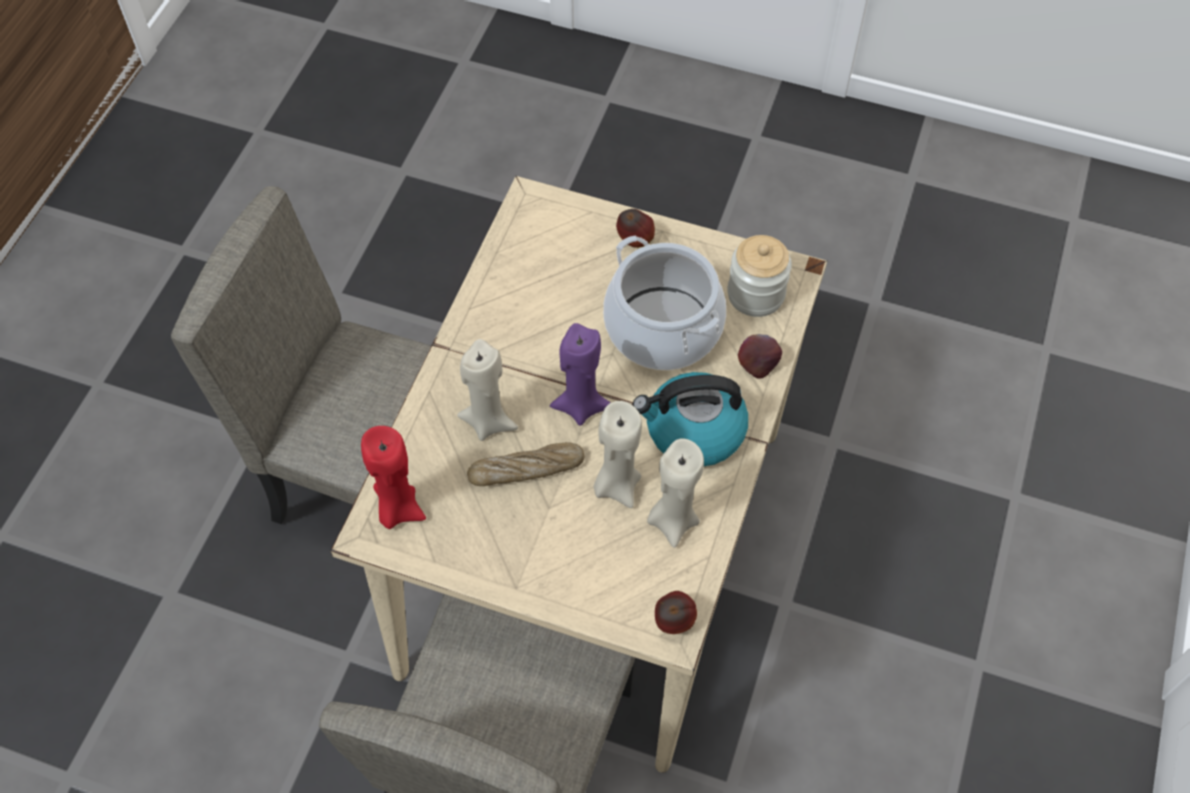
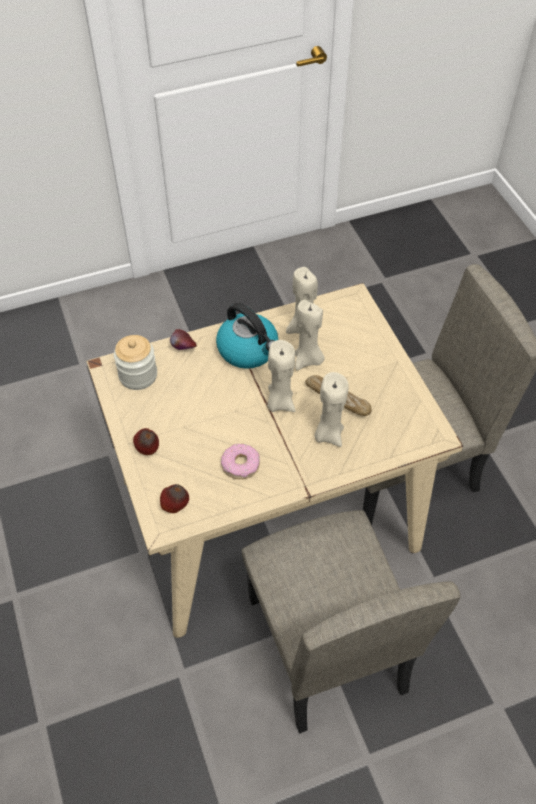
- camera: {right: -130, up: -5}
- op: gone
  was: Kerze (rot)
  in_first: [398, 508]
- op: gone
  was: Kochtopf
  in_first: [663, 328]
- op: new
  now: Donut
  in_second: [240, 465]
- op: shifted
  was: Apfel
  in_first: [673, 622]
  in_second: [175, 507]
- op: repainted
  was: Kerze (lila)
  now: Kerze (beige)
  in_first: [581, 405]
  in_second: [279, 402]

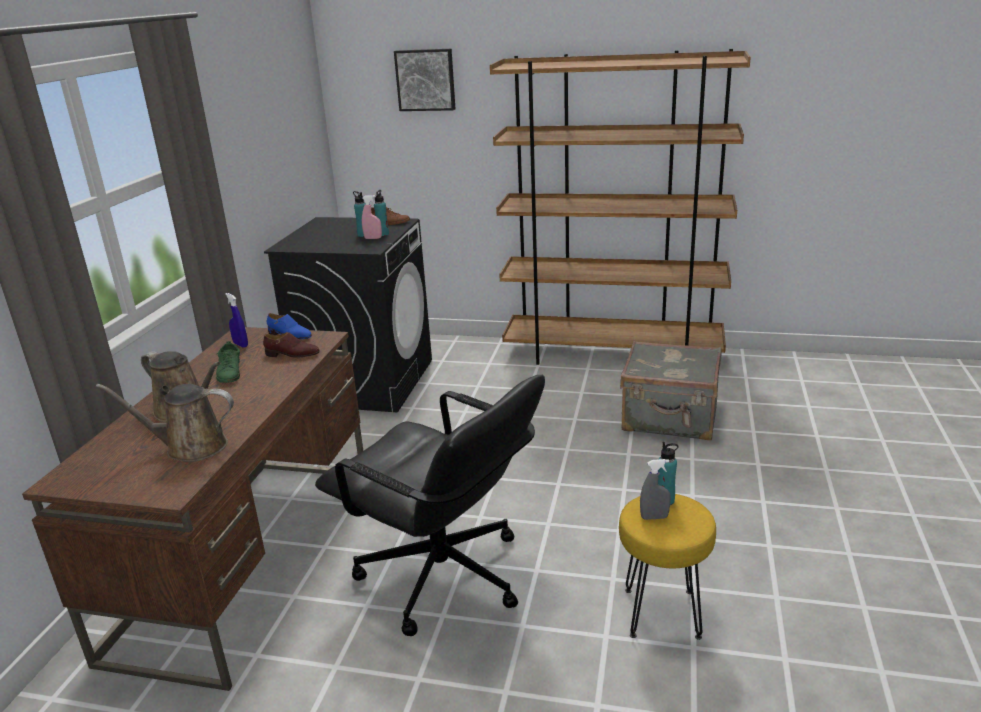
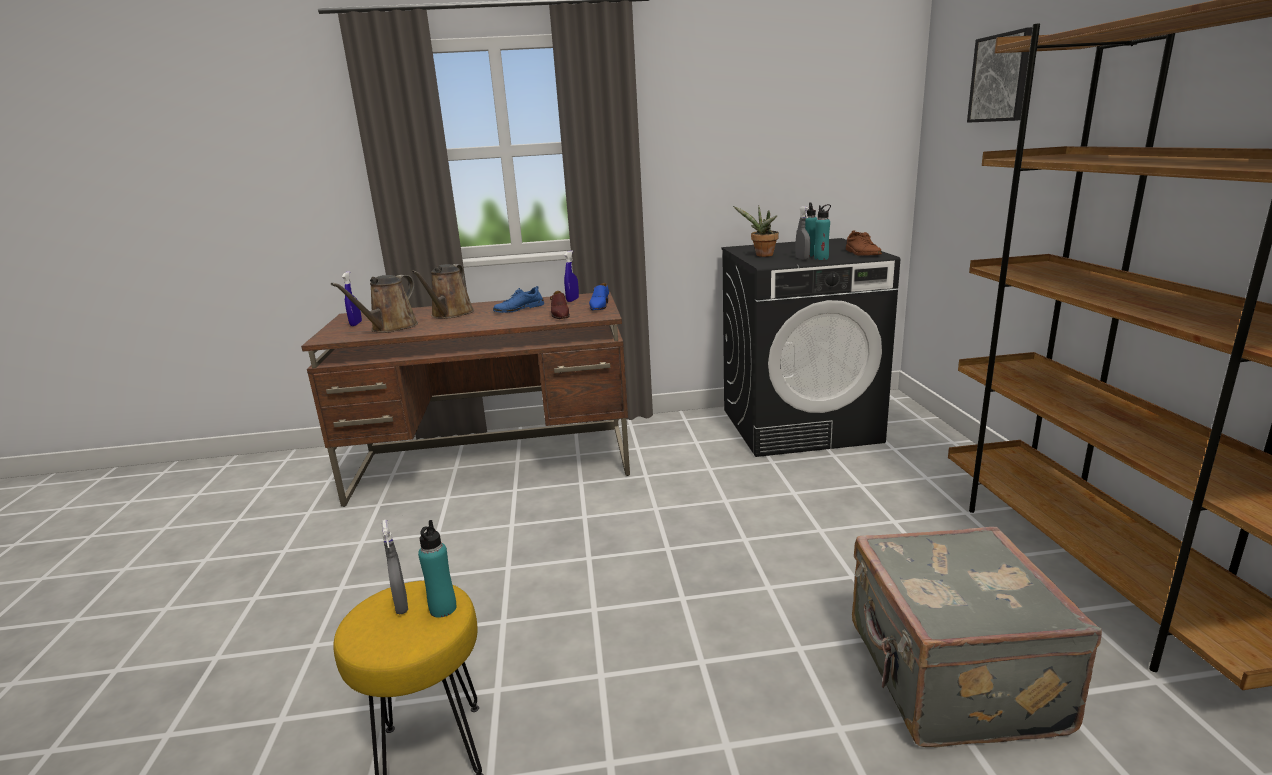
- camera: {right: 70, up: -5}
- op: gone
  was: Bürostuhl (schwarz)
  in_first: [443, 577]
- op: new
  now: Sprühflasche (blau)
  in_second: [356, 324]
- op: new
  now: Topfpflanze
  in_second: [762, 255]
- op: repainted
  was: Schuh (grün)
  now: Schuh (blau)
  in_first: [230, 372]
  in_second: [519, 309]
- op: repainted
  was: Sprühflasche (rosa)
  now: Sprühflasche (grau)
  in_first: [373, 238]
  in_second: [802, 259]
- op: rotated
  was: Gießkanne (braun)
  in_first: [190, 447]
  in_second: [391, 328]
  clockwise: -135

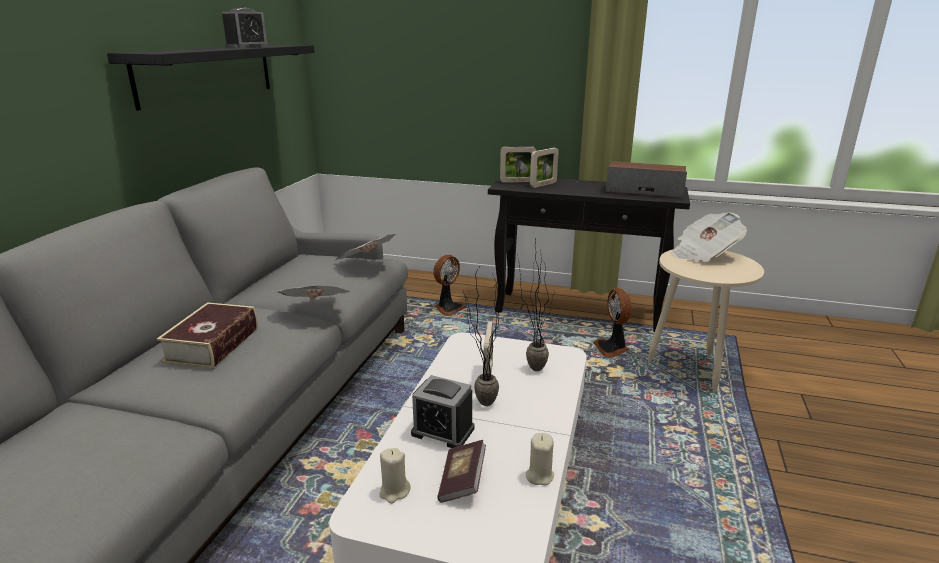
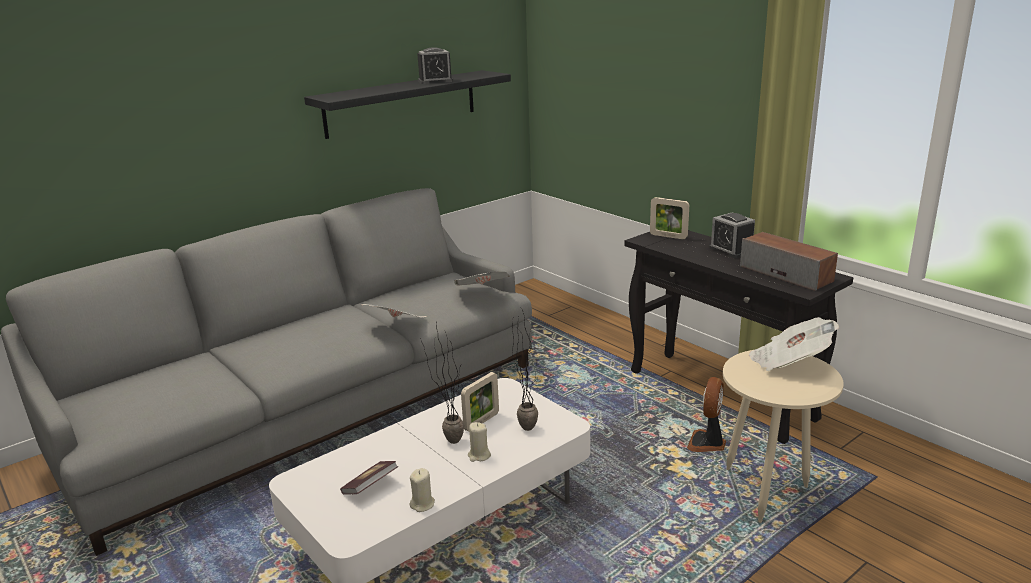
- camera: {right: 35, up: 0}
- op: gone
  was: Buch
  in_first: [213, 344]
- op: gone
  was: Ventilator
  in_first: [448, 308]
- op: gone
  was: Bilderrahmen
  in_first: [543, 185]
- op: shifted
  was: Kerze (beige)
  in_first: [394, 491]
  in_second: [479, 455]
- op: shifted
  was: Wecker
  in_first: [443, 431]
  in_second: [731, 250]

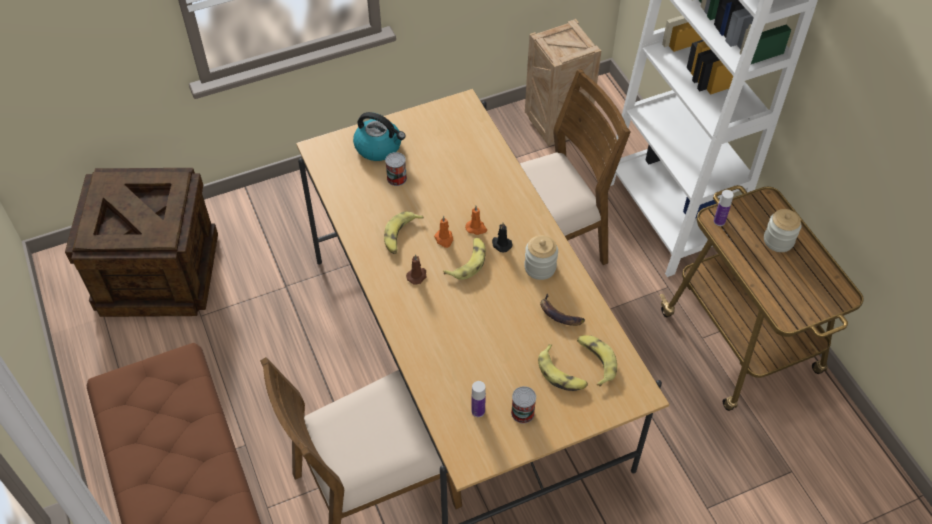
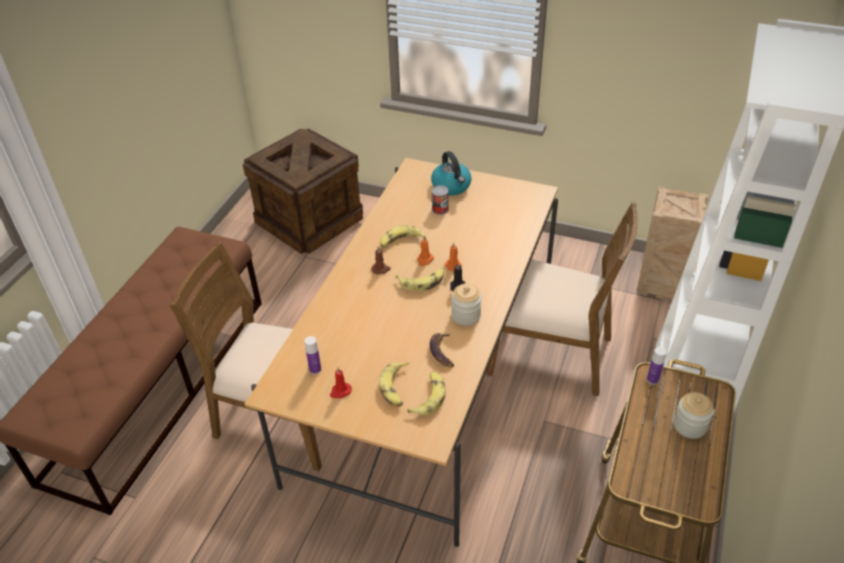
- camera: {right: 45, up: -10}
- op: swapped
  was: Dose
  now: Kerze (rot)
  in_first: [522, 413]
  in_second: [340, 391]

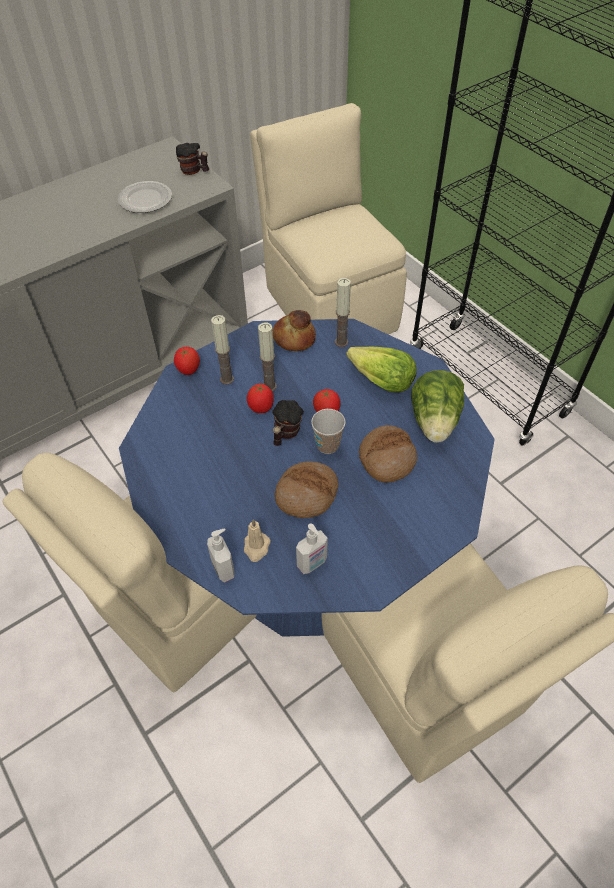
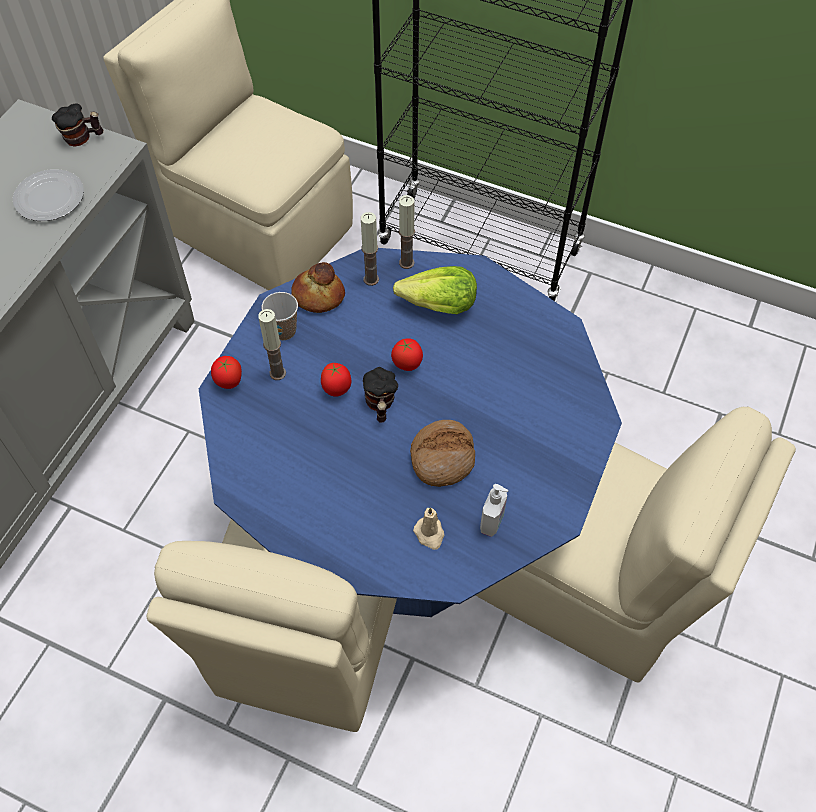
- camera: {right: -30, up: 5}
- op: gone
  was: Seifenspender
  in_first: [224, 568]
- op: gone
  was: Brot
  in_first: [386, 458]
- op: gone
  was: Salatkopf
  in_first: [435, 422]
- op: shifted
  was: Kerze
  in_first: [269, 386]
  in_second: [406, 262]
- op: shifted
  was: Tasse
  in_first: [327, 445]
  in_second: [284, 331]

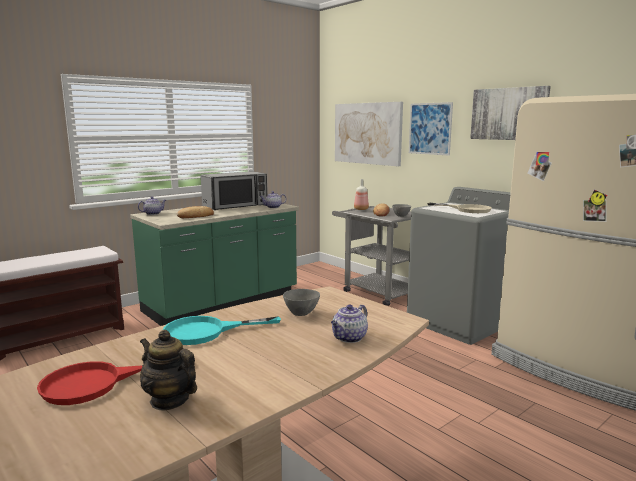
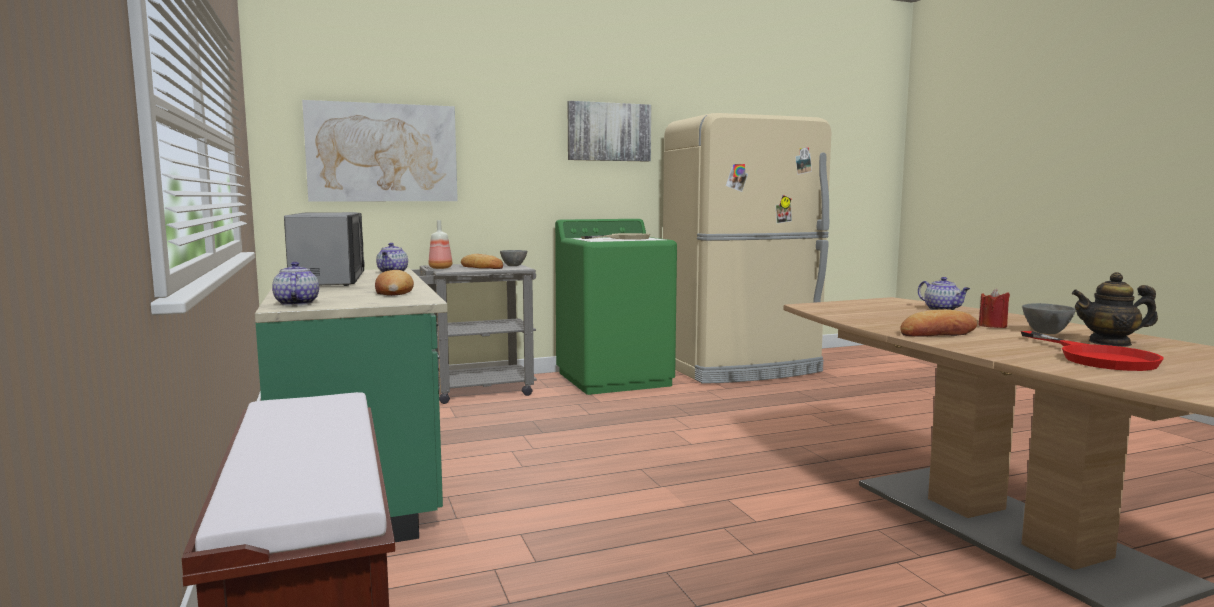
- camera: {right: -70, up: -5}
- op: gone
  was: Bild
  in_first: [430, 128]
- op: new
  now: Kerze (rot)
  in_second: [992, 326]
- op: shifted
  was: Schüssel (grau)
  in_first: [301, 313]
  in_second: [1045, 332]
- op: swapped
  was: Pfanne (türkis)
  now: Brot
  in_first: [206, 331]
  in_second: [938, 333]
- op: repainted
  was: Waschmaschine (grau)
  now: Waschmaschine (grün)
  in_first: [460, 322]
  in_second: [614, 379]
- op: rotated
  was: Teekanne
  in_first: [169, 400]
  in_second: [1110, 343]
  clockwise: 45

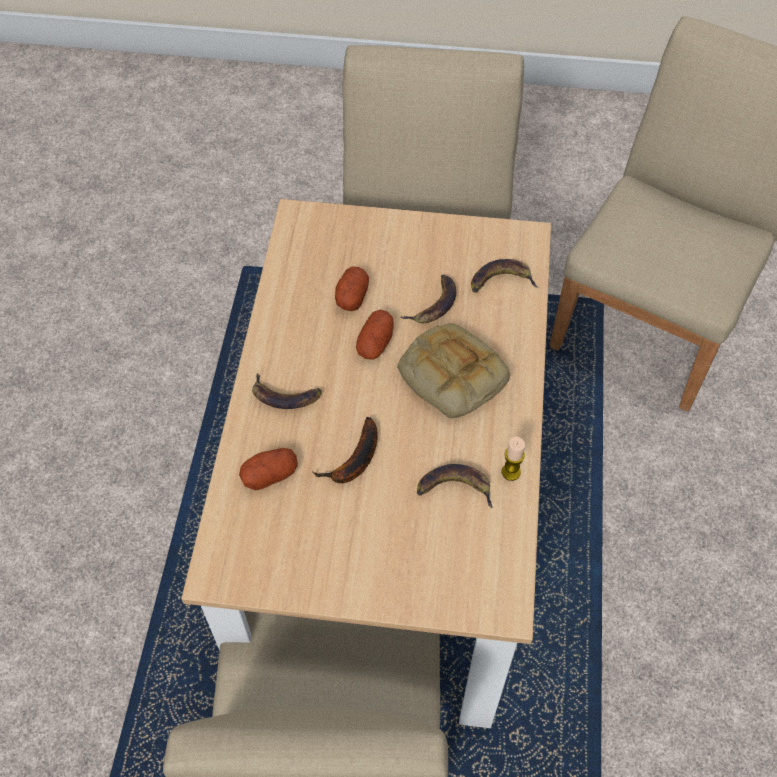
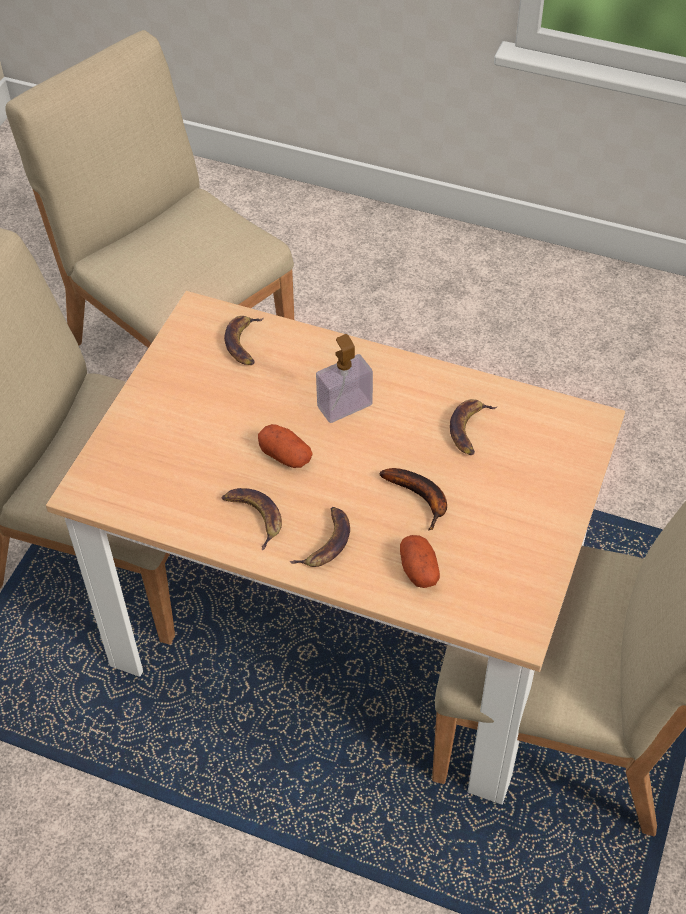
- camera: {right: -75, up: -5}
- op: gone
  was: Kartoffel
  in_first: [352, 296]
- op: gone
  was: Kerze
  in_first: [511, 472]
- op: shifted
  was: Banane
  in_first: [434, 304]
  in_second: [254, 516]
- op: swapped
  was: Brot
  now: Seifenspender
  in_first: [450, 376]
  in_second: [344, 406]

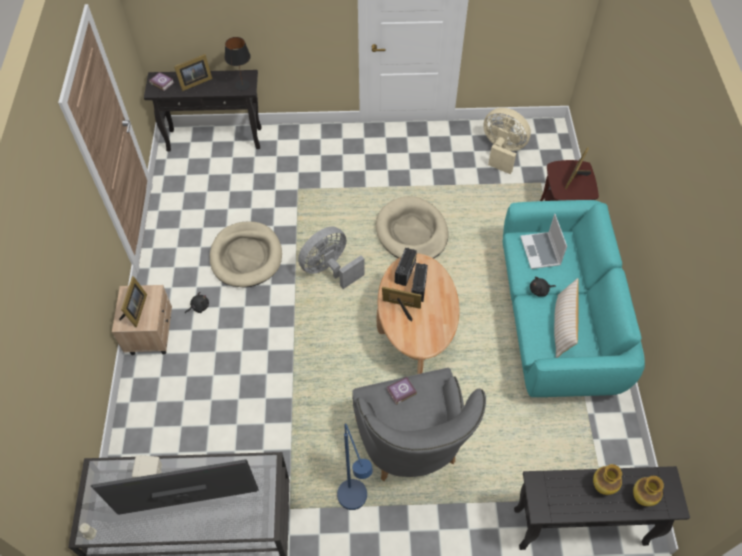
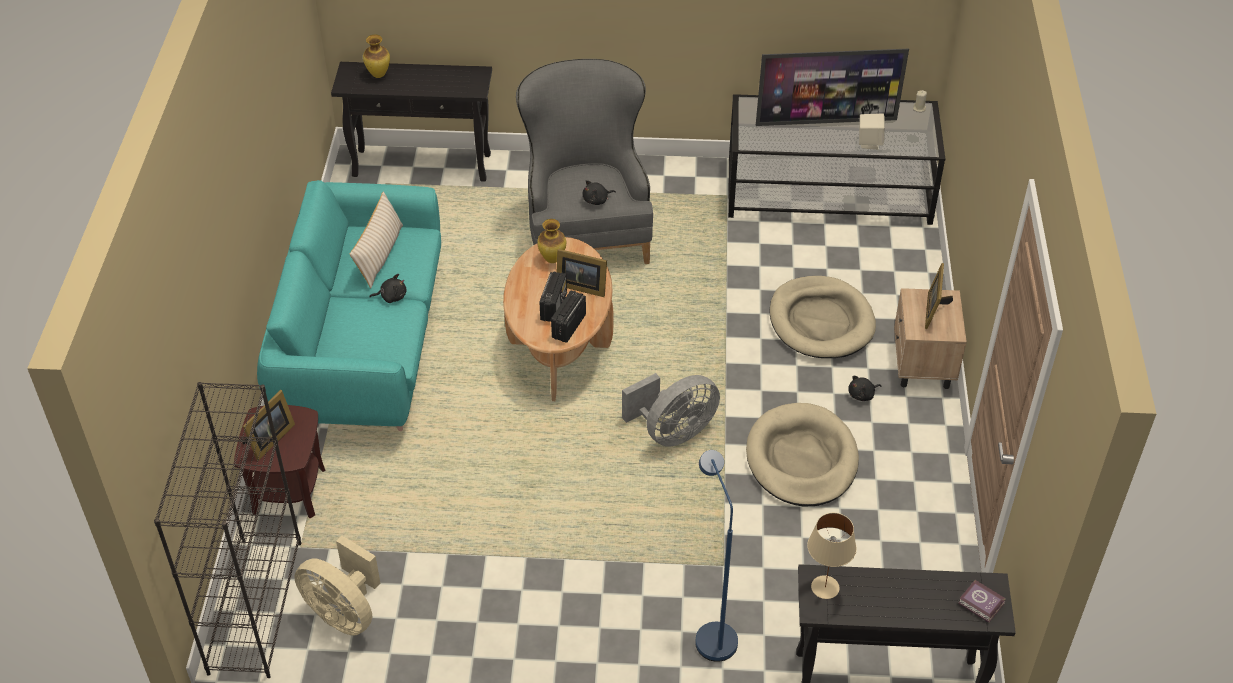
- camera: {right: -175, up: -10}
- op: gone
  was: Bilderrahmen
  in_first: [194, 82]
- op: gone
  was: Laptop
  in_first: [541, 251]
- op: new
  now: Bücherregal (schwarz)
  in_second: [255, 605]
- op: shifted
  was: Stehlampe (blau)
  in_first: [355, 503]
  in_second: [712, 633]
- op: shifted
  was: Hundebett (beige)
  in_first: [411, 232]
  in_second: [821, 321]
- op: shifted
  was: Vase
  in_first: [601, 487]
  in_second: [553, 259]
- op: swapped
  was: Buch
  now: Plüschtier (schwarz)
  in_first: [400, 391]
  in_second: [597, 200]
- op: repainted
  was: Tischlampe (schwarz)
  now: Tischlampe (beige)
  in_first: [242, 85]
  in_second: [825, 587]

